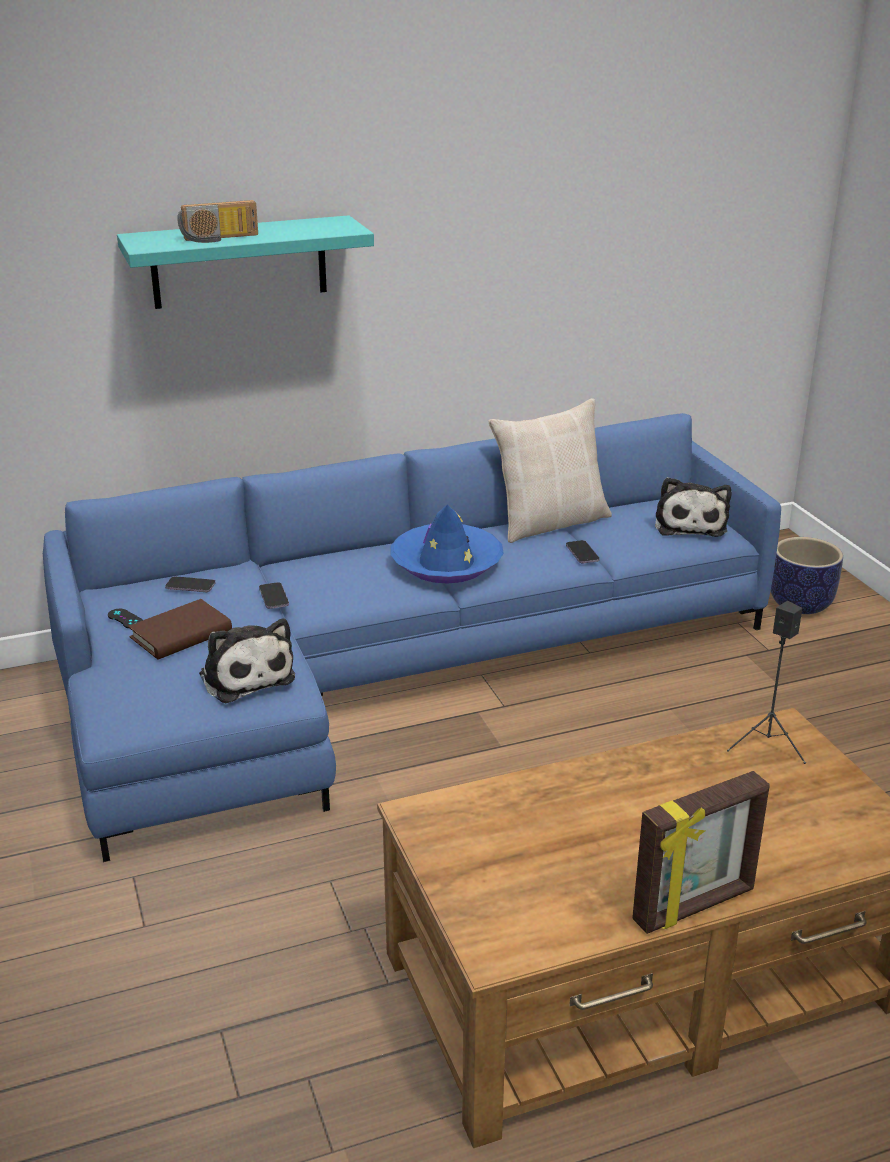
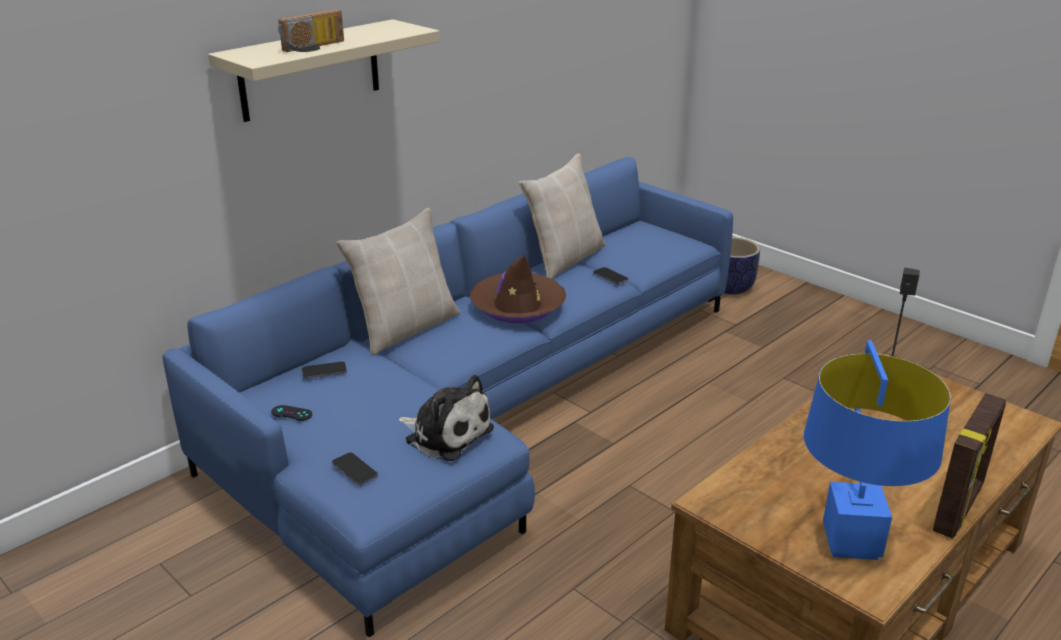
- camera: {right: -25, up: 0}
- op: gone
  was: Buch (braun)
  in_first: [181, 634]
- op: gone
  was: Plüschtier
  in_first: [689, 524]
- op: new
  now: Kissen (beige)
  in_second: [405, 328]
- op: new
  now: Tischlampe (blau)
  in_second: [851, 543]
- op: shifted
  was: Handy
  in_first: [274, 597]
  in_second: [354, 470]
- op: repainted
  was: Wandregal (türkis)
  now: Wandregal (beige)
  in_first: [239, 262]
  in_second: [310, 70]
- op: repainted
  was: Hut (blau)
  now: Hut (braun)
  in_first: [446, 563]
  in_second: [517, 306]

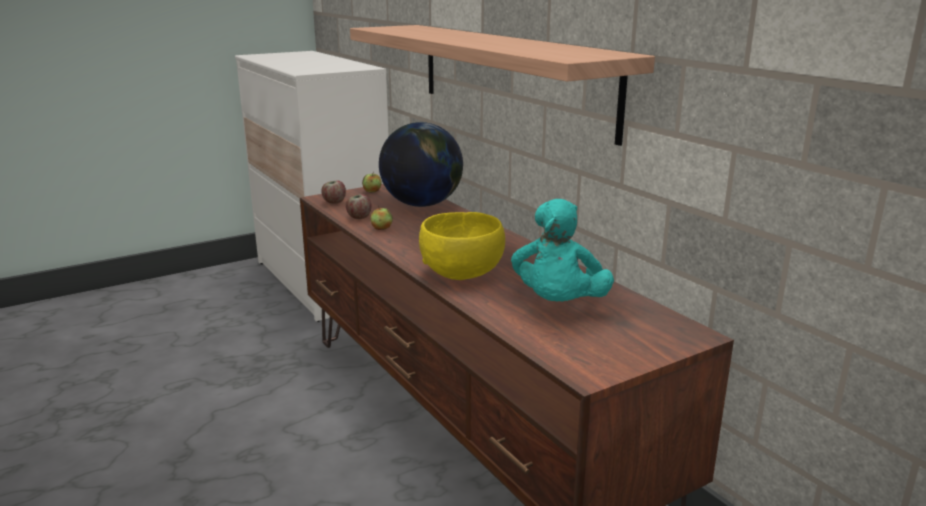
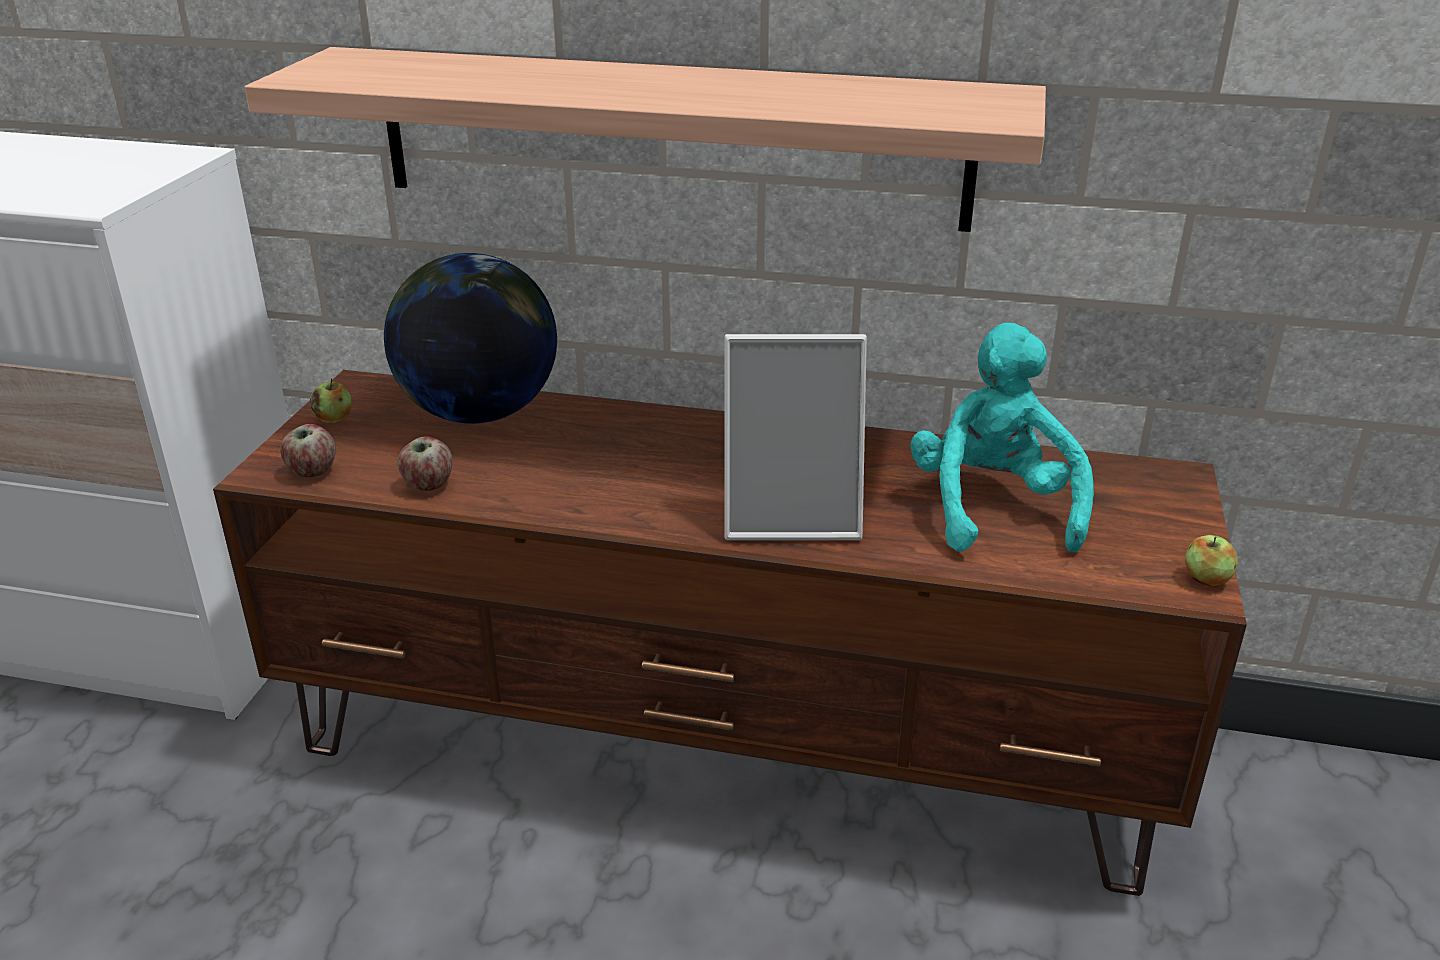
- camera: {right: -45, up: 10}
- op: shifted
  was: Apfel
  in_first: [381, 228]
  in_second: [1206, 579]
- op: swapped
  was: Schüssel (gelb)
  now: Bilderrahmen
  in_first: [463, 272]
  in_second: [792, 515]
- op: rotated
  was: Plüschtier (türkis)
  in_first: [558, 305]
  in_second: [992, 508]
  clockwise: -150

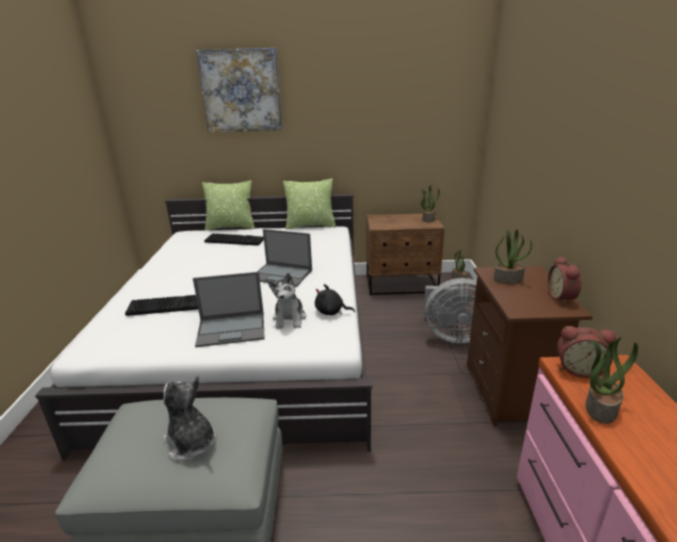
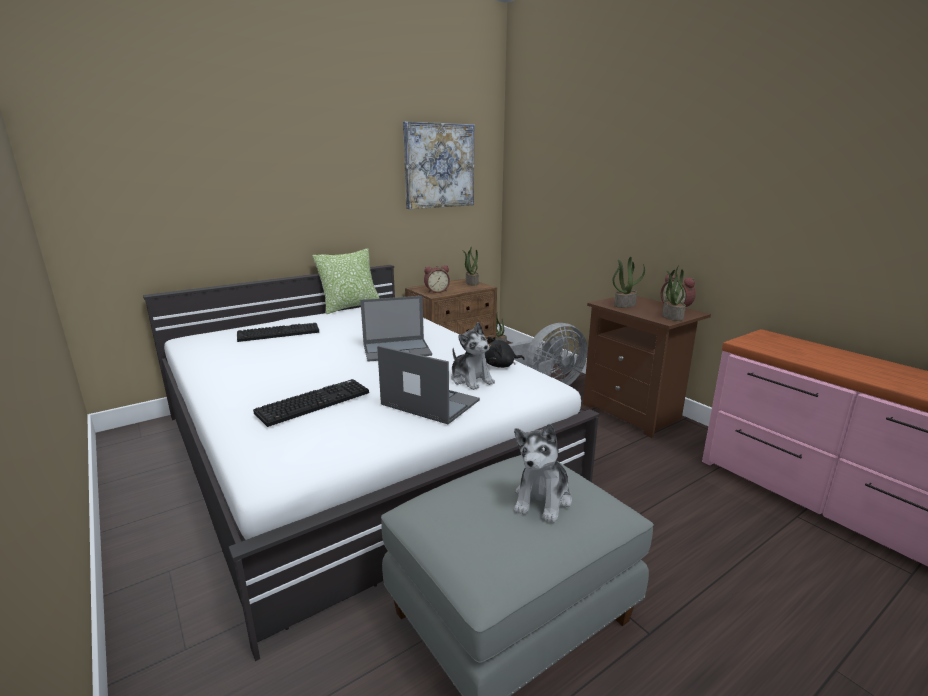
- camera: {right: -35, up: -5}
- op: gone
  was: Kissen
  in_first: [231, 227]
- op: shifted
  was: Bild
  in_first: [241, 91]
  in_second: [439, 166]
- op: shifted
  was: Wecker
  in_first: [578, 369]
  in_second: [436, 291]
- op: shifted
  was: Topfpflanze
  in_first: [600, 408]
  in_second: [672, 316]
- op: rotated
  was: Plüschtier
  in_first: [191, 443]
  in_second: [542, 499]
  clockwise: -75
- op: rotated
  was: Laptop
  in_first: [232, 329]
  in_second: [429, 402]
  clockwise: -105

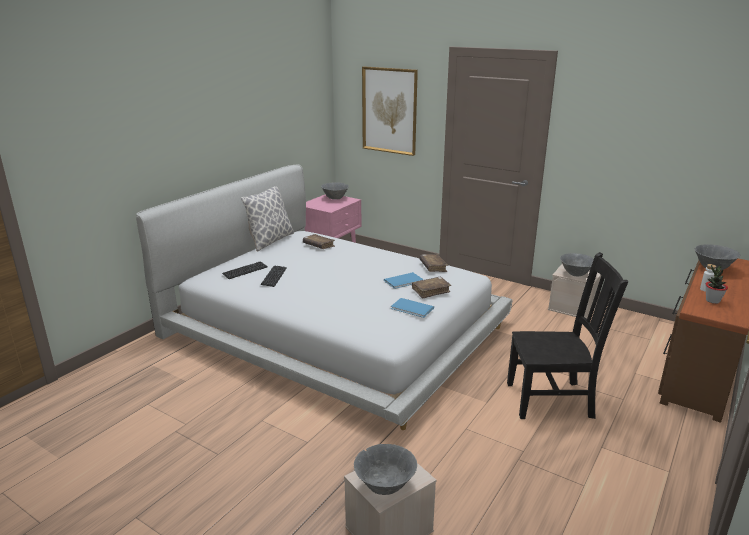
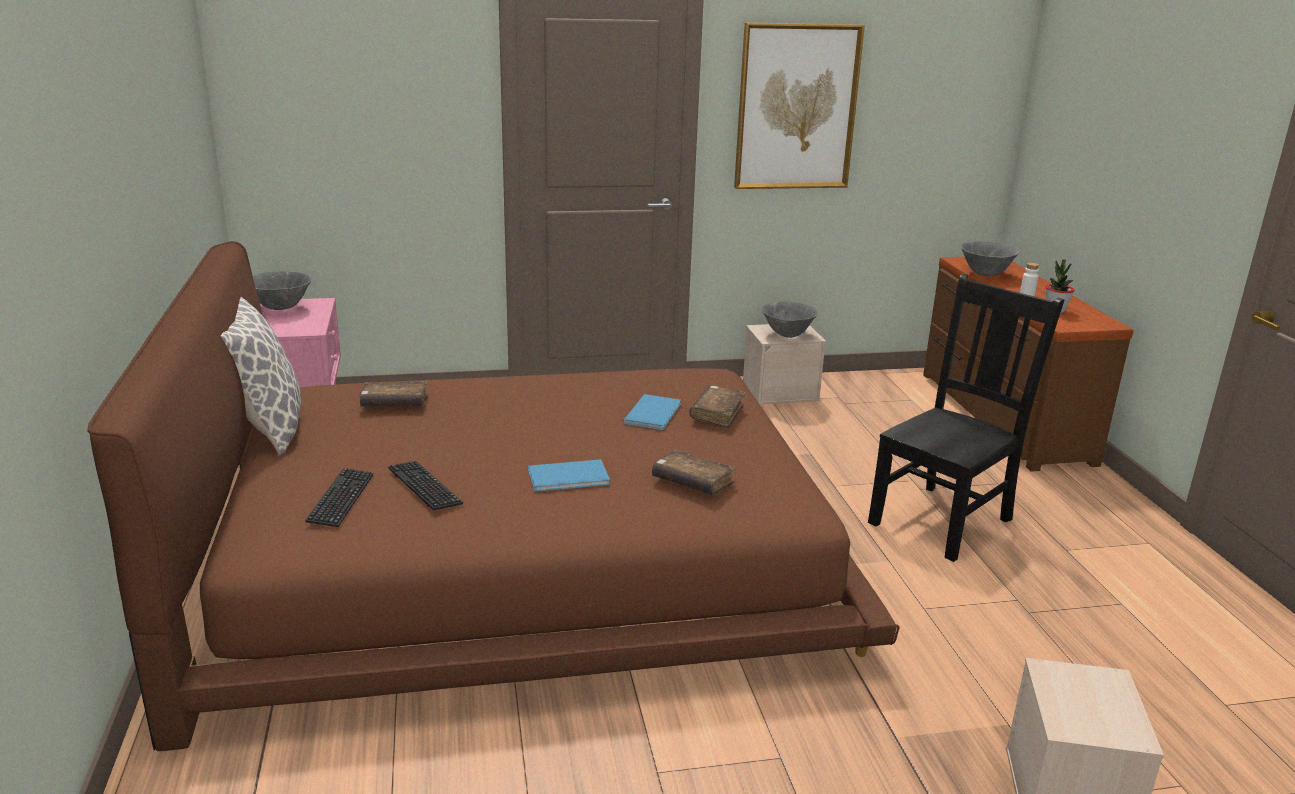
- camera: {right: -45, up: 0}
- op: gone
  was: Schüssel (grau)
  in_first: [384, 487]
- op: shifted
  was: Bild
  in_first: [389, 110]
  in_second: [796, 107]
- op: shifted
  was: Buch (blau)
  in_first: [412, 309]
  in_second: [571, 477]
- op: shifted
  was: Buch (braun)
  in_first: [433, 267]
  in_second: [692, 482]
- op: repainted
  was: Bett (weiß)
  now: Bett (braun)
  in_first: [333, 329]
  in_second: [516, 559]

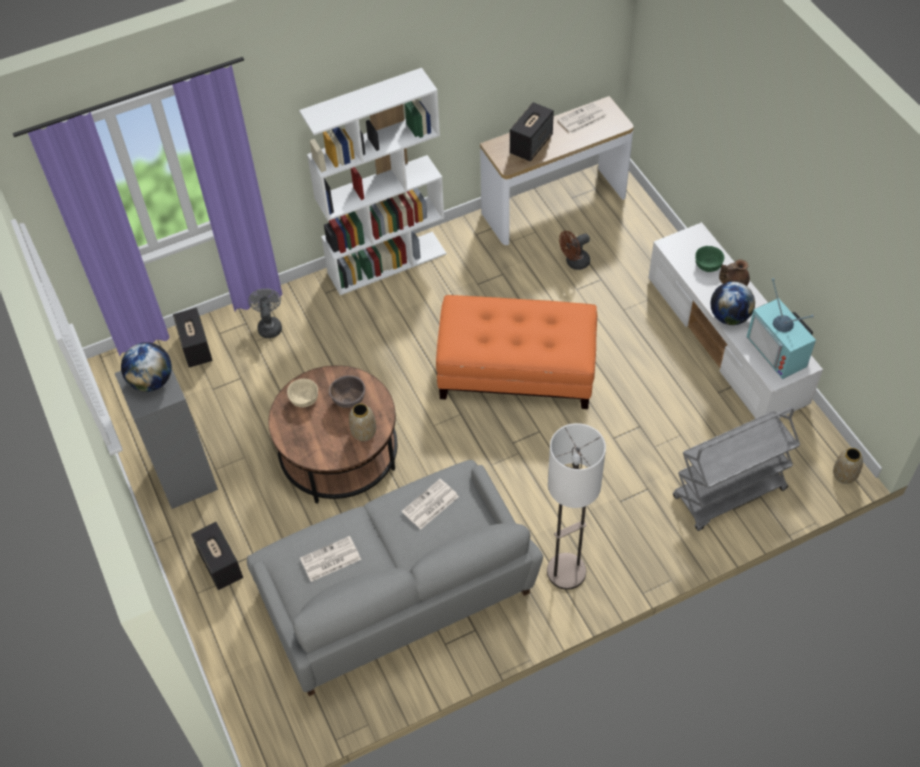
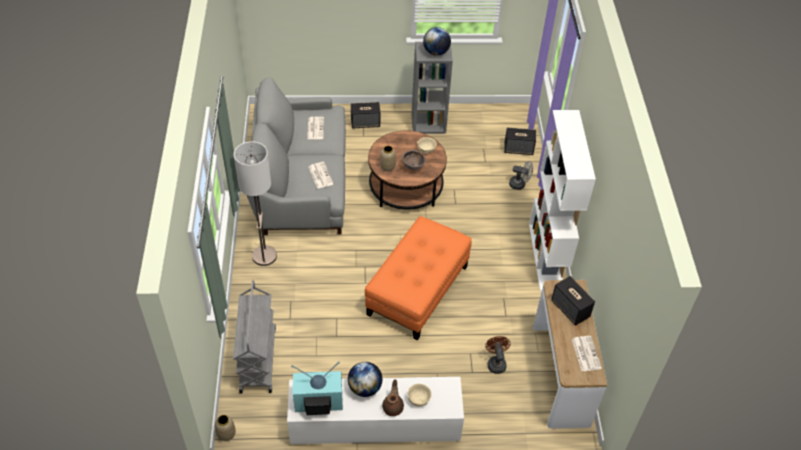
- camera: {right: 110, up: -5}
- op: repainted
  was: Schüssel (grün)
  now: Schüssel (beige)
  in_first: [708, 265]
  in_second: [418, 399]

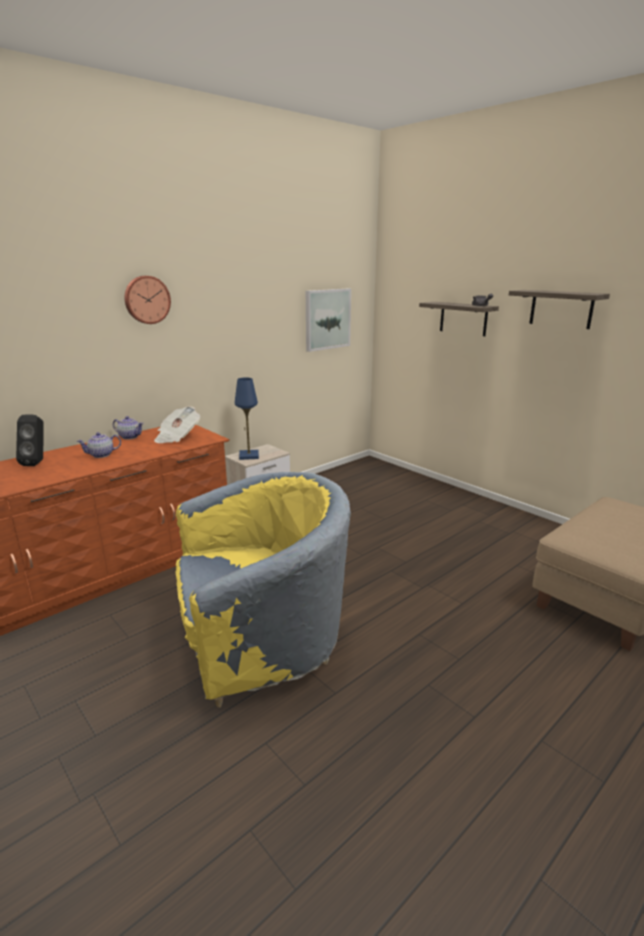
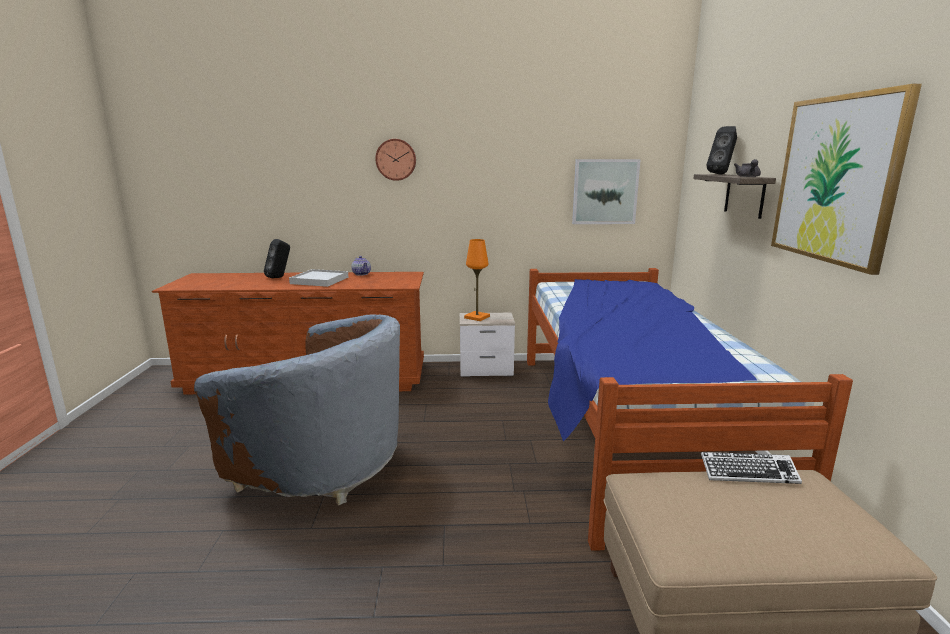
- camera: {right: 40, up: -5}
- op: gone
  was: Zeitung
  in_first: [177, 437]
- op: new
  now: Bett
  in_second: [625, 426]
- op: new
  now: Tastatur
  in_second: [748, 473]
- op: new
  now: Lautsprecher (schwarz)
  in_second: [721, 174]
- op: swapped
  was: Teekanne
  now: Tablett (weiß)
  in_first: [101, 455]
  in_second: [319, 280]
- op: swapped
  was: Wandregal
  now: Bild
  in_first: [561, 309]
  in_second: [836, 179]
- op: repainted
  was: Sessel (gelb)
  now: Sessel (braun)
  in_first: [260, 644]
  in_second: [323, 467]
- op: repainted
  was: Tischlampe (blau)
  now: Tischlampe (orange)
  in_first: [249, 456]
  in_second: [477, 317]

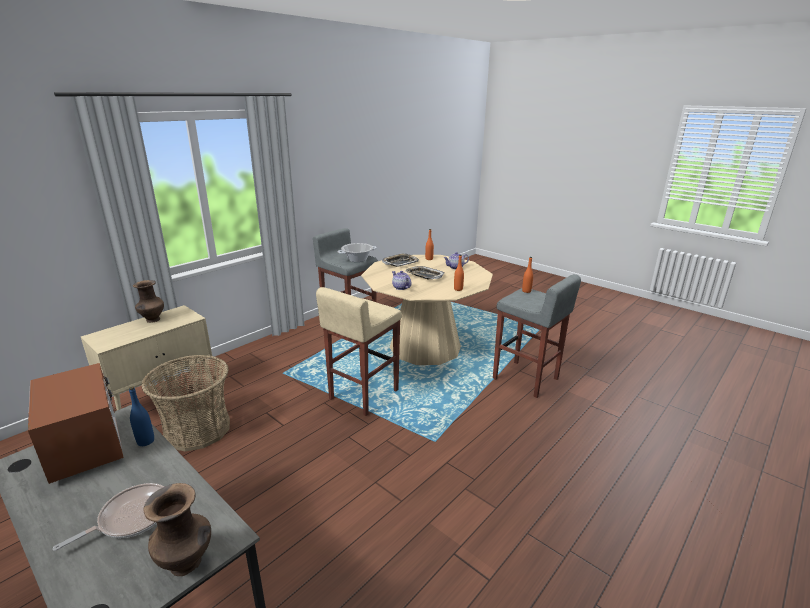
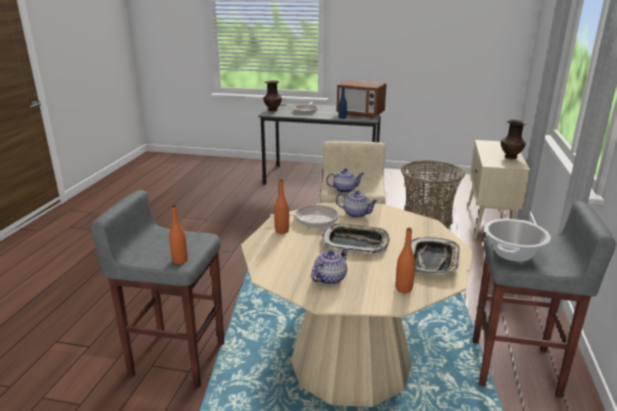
- camera: {right: 150, up: 0}
- op: new
  now: Pfanne
  in_second: [313, 220]
- op: new
  now: Teekanne
  in_second: [345, 189]

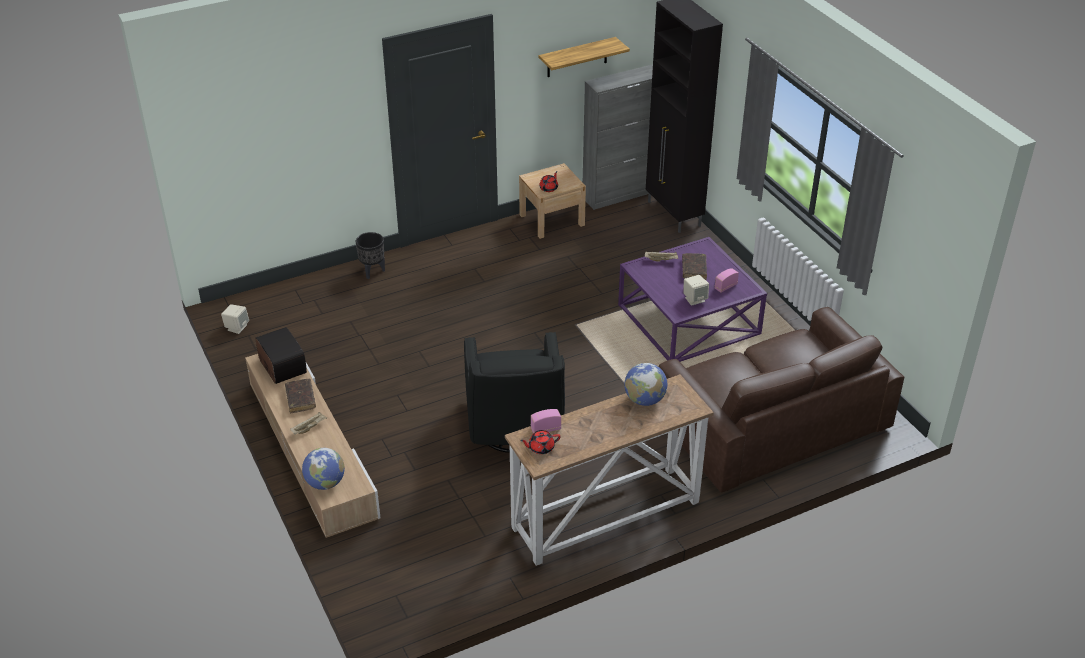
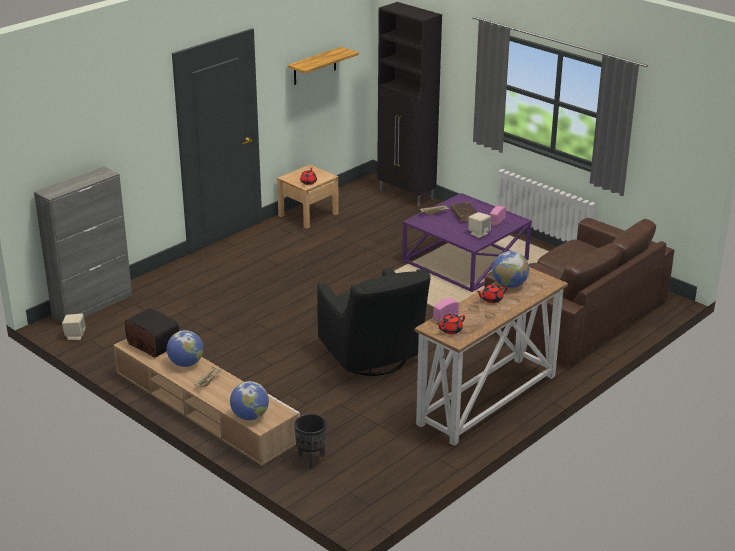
- camera: {right: -20, up: -10}
- op: new
  now: Teekanne (rot)
  in_second: [491, 299]
- op: shifted
  was: Pflanzkübel (schwarz)
  in_first: [372, 272]
  in_second: [311, 460]
- op: shifted
  was: Schrank (grau)
  in_first: [622, 194]
  in_second: [93, 305]
- op: swapped
  was: Buch (braun)
  now: Globus
  in_first: [300, 399]
  in_second: [186, 363]

